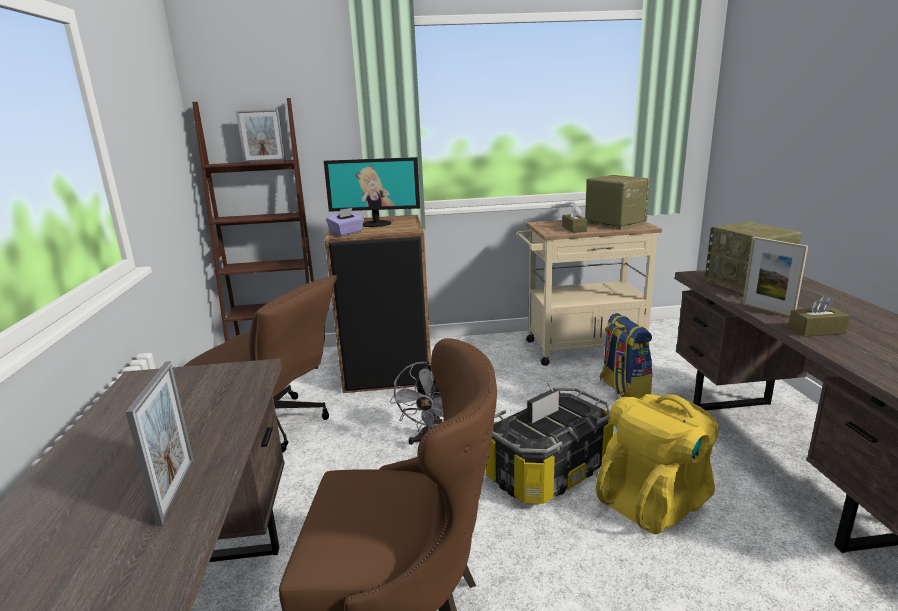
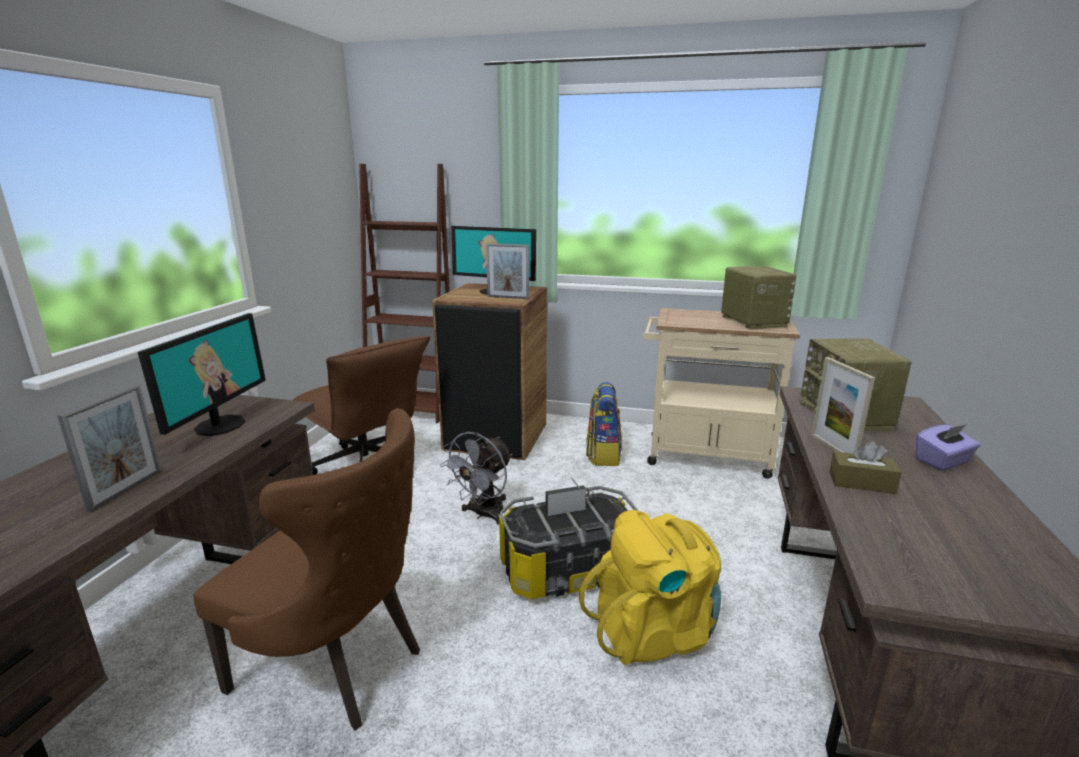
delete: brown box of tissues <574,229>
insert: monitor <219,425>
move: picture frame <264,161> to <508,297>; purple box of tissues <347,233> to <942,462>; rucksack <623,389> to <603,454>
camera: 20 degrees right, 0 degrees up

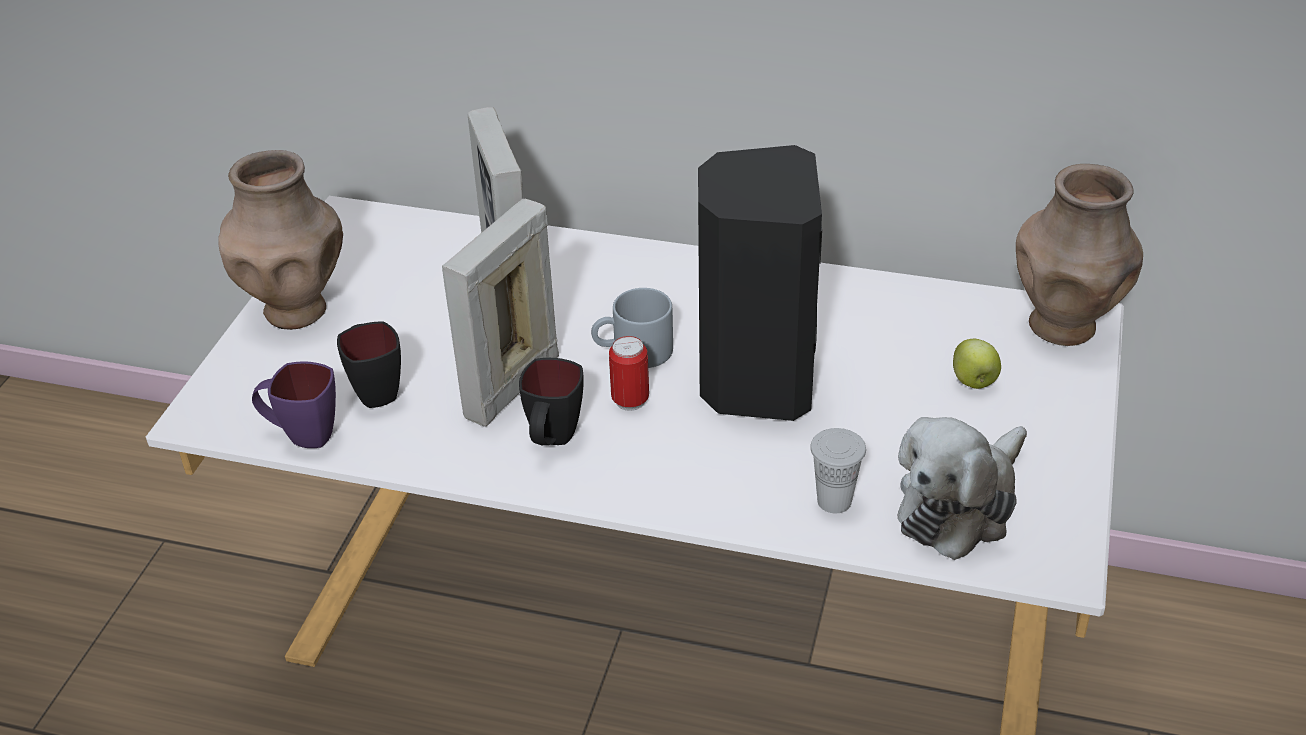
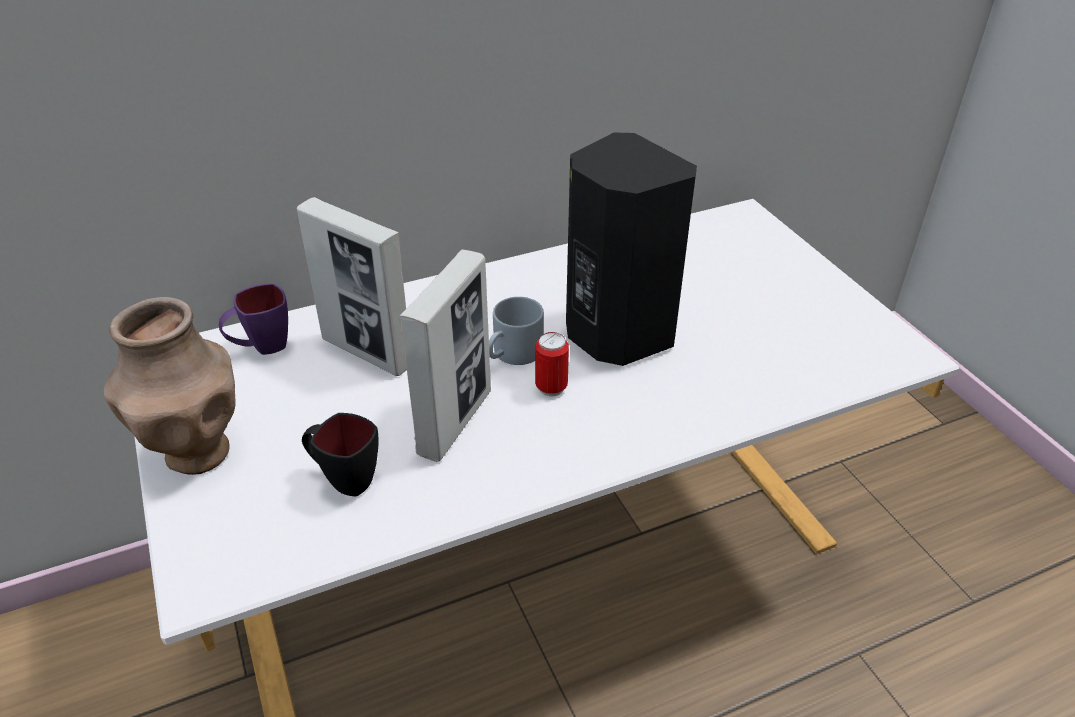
delete: brown vase <1064,326>; apple <974,382>; black-coloured mug <552,441>; plush toy <960,505>; whitish small cup <834,501>
move: purple mug <301,435> to <261,348>
rotate: picture frame <511,388> = <455,422> 150 degrees counterclockwise
camera: 40 degrees left, 0 degrees up

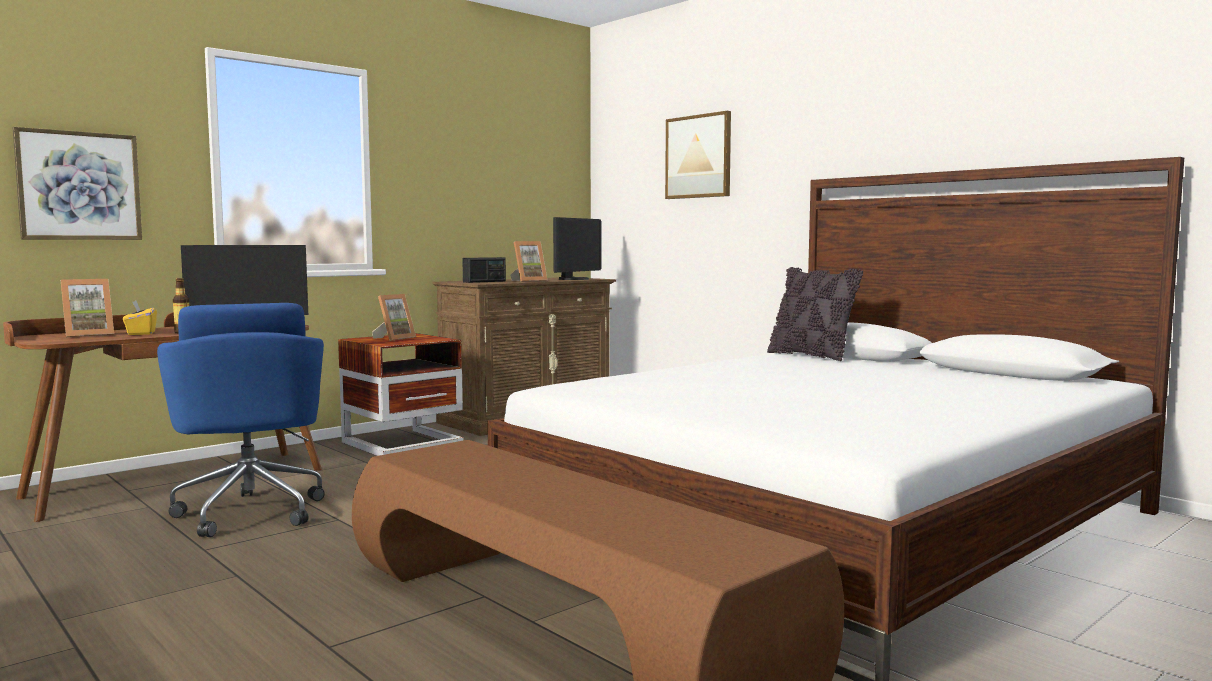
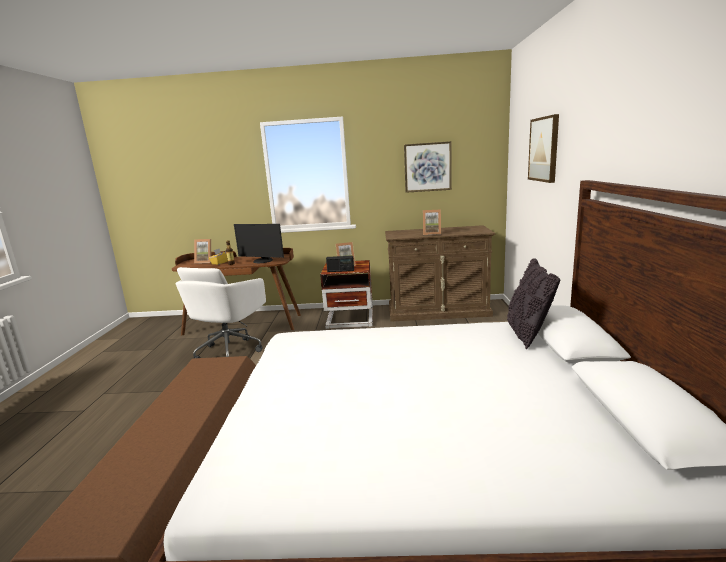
delete: monitor <575,279>
move: wall picture <79,186> to <427,167>; radio set <484,282> to <340,271>
recolor: blue-coloured computer chair <249,511> to whitish computer chair <231,351>
camera: 45 degrees right, 10 degrees up

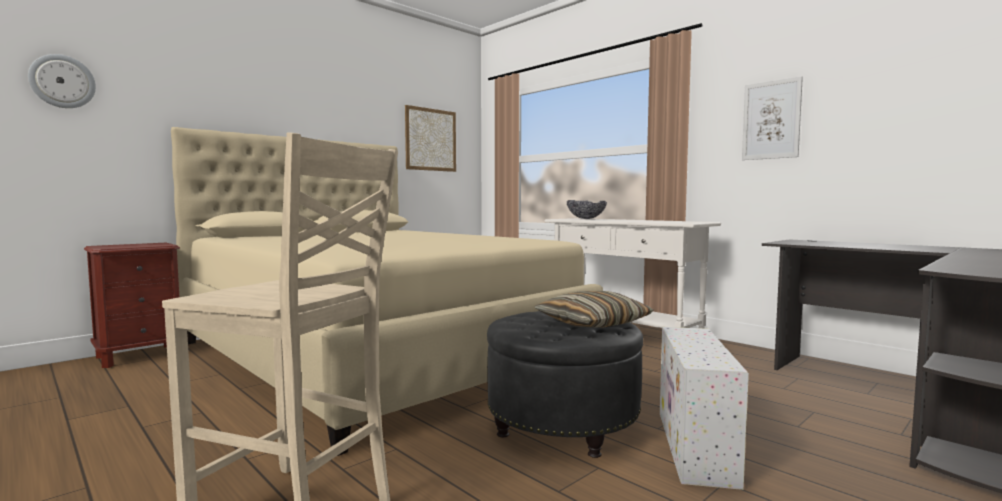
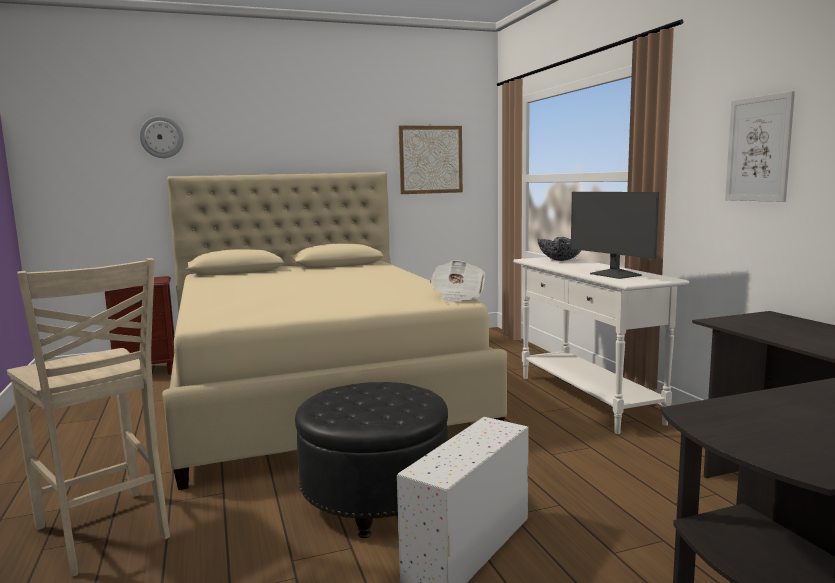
delete: cushion <592,323>
insert: monitor <614,275>; daily paper <457,297>
move: clock on the wall <62,81> to <161,137>
camera: 25 degrees right, 5 degrees up

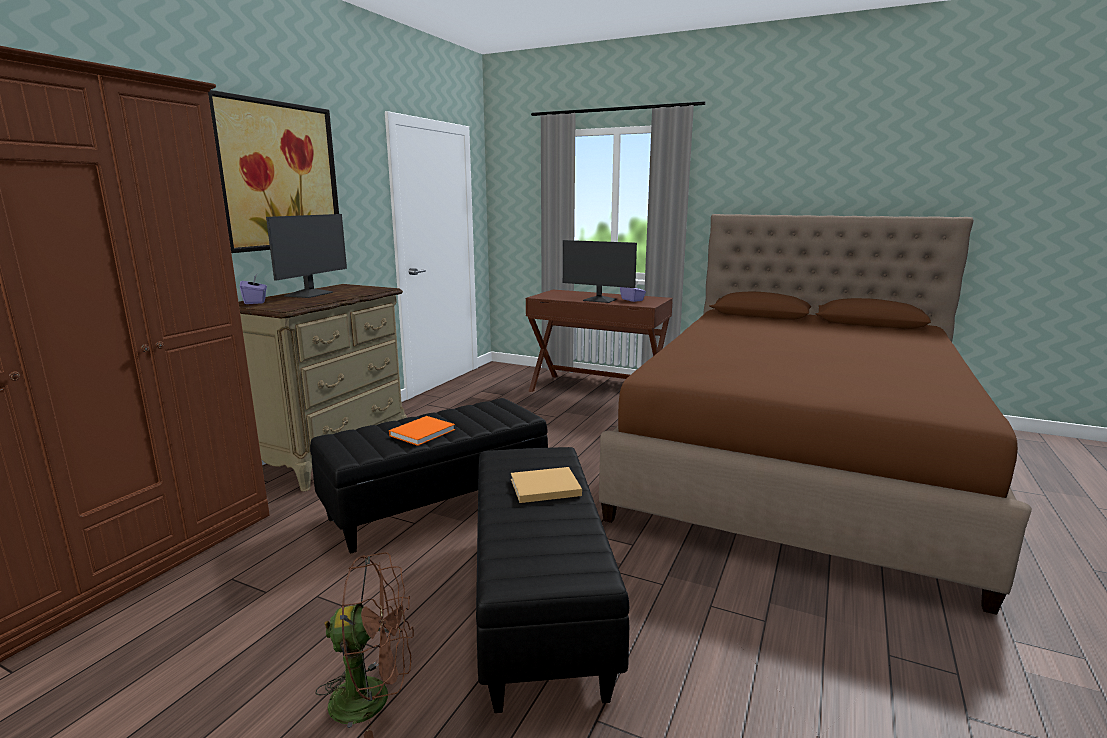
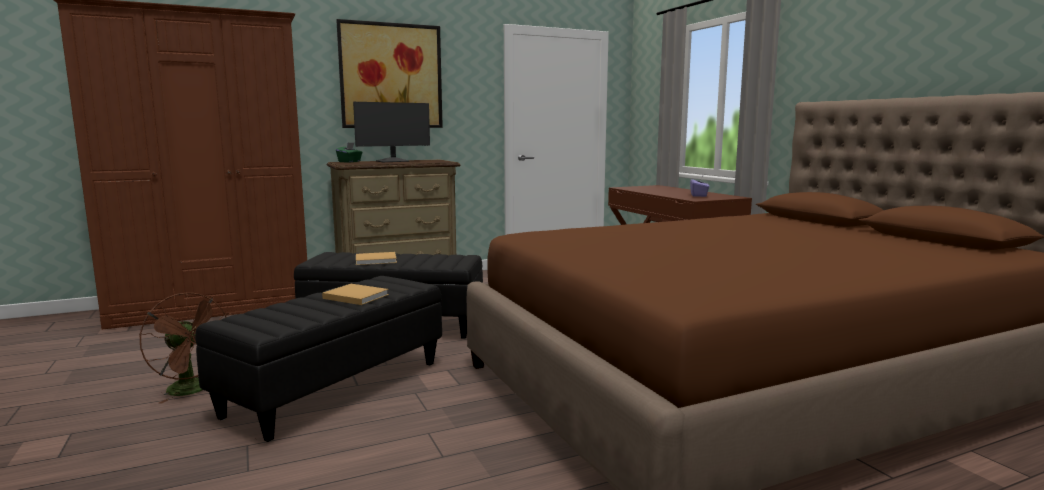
delete: monitor <599,300>
recolor: purple box of tissues <255,302> to green box of tissues <350,162>; orangey bound book <424,432> to beige-coloured bound book <377,260>
camera: 40 degrees right, 5 degrees down

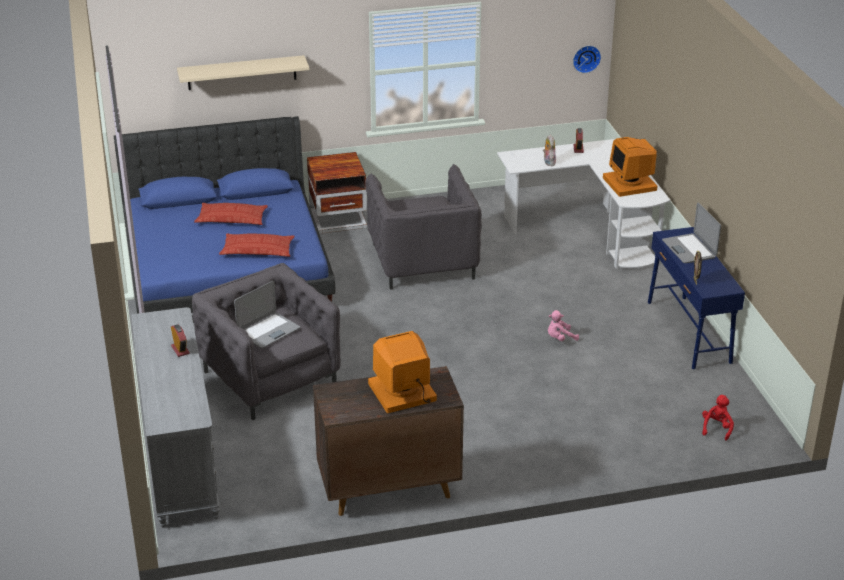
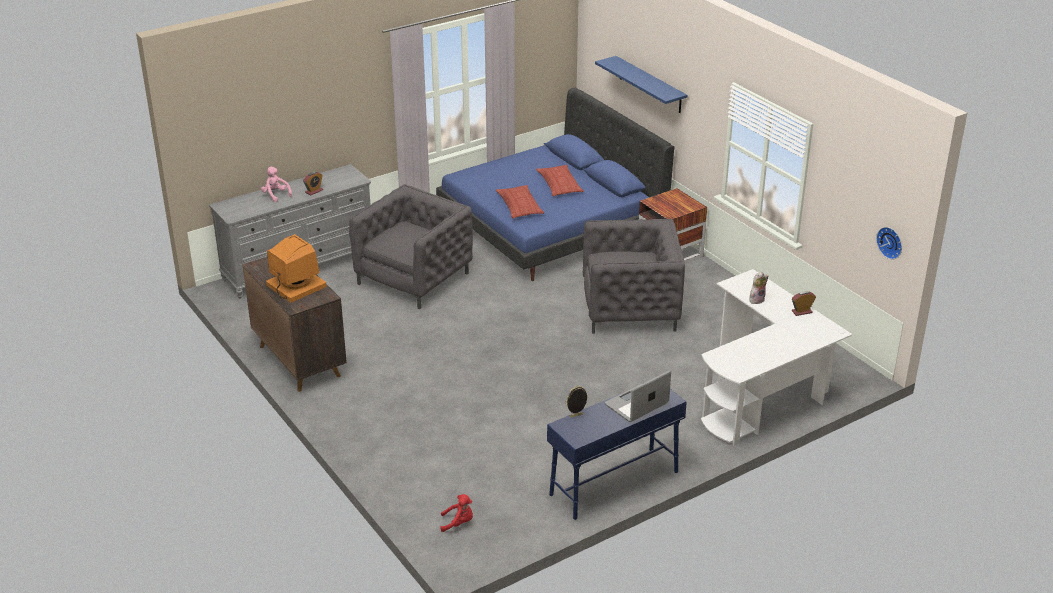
delete: monitor <630,184>; portable computer <268,331>
move: pink plush toy <560,338> to <276,195>
recolor: beige-coloured wall shelf <242,72> to blue-coloured wall shelf <650,85>
rotate: gray armchair <422,262> = <630,309> 150 degrees counterclockwise
camera: 70 degrees right, 0 degrees up

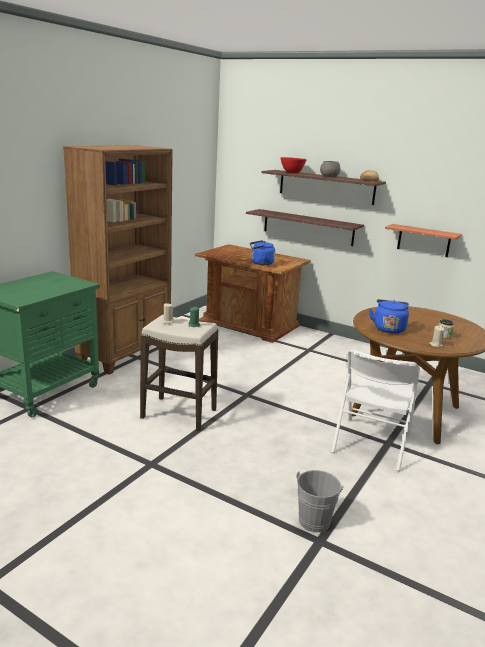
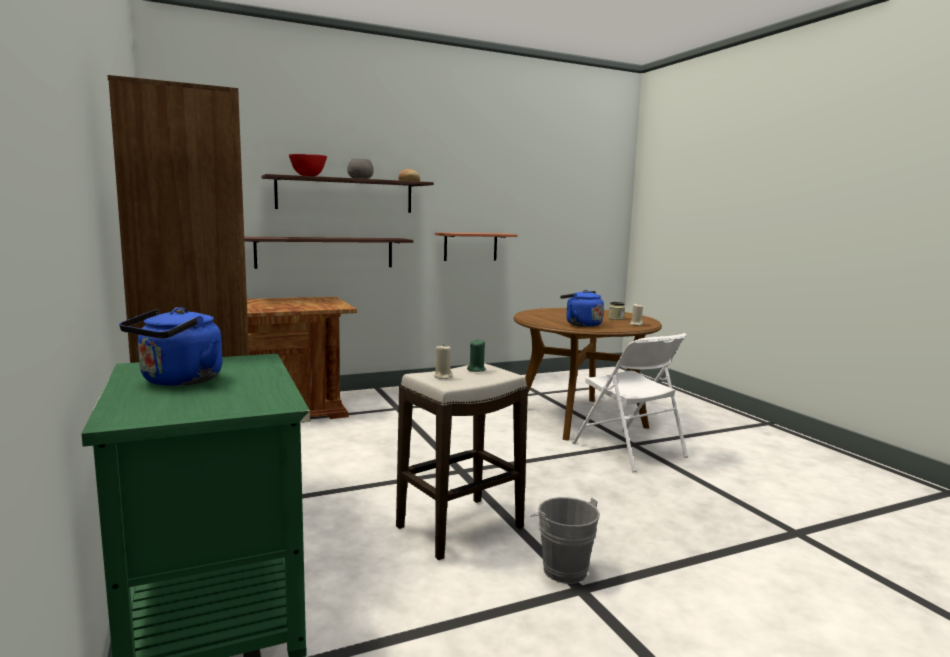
move: blue-coloured water kettle <260,263> to <178,381>; gray pail <315,519> to <562,568>
camera: 55 degrees left, 10 degrees down

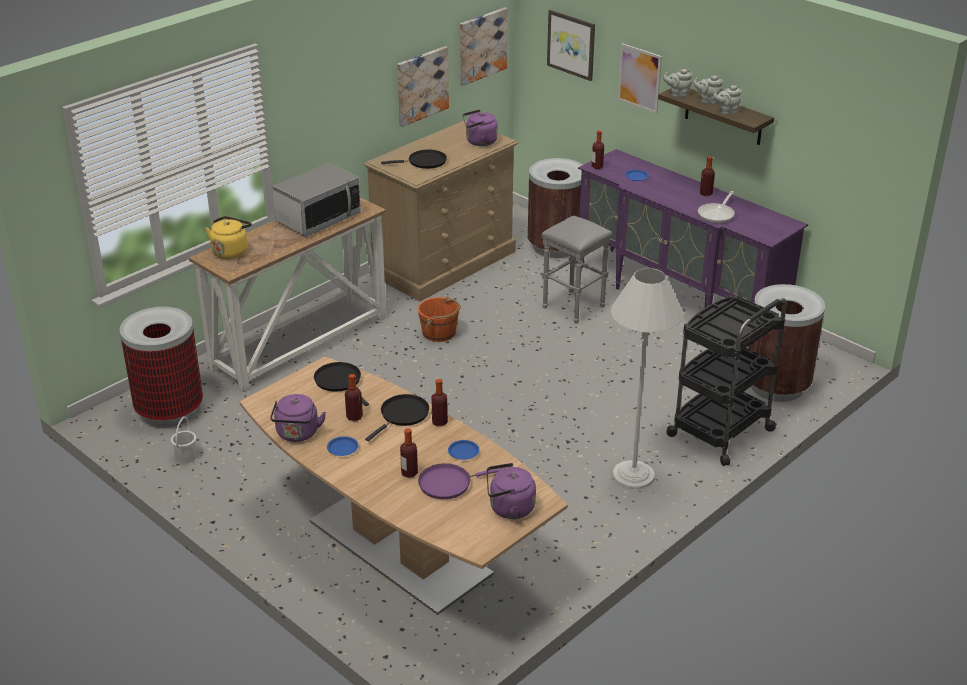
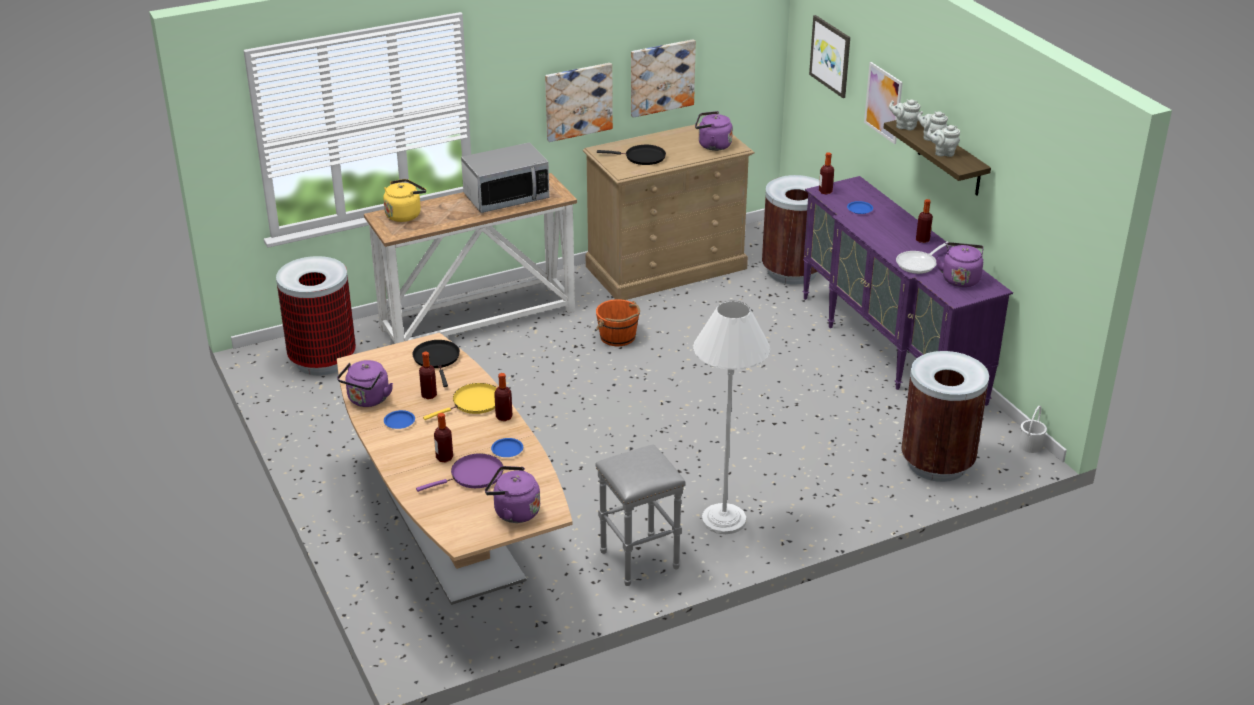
delete: black-coloured trolley <720,432>
insert: purple water kettle <960,278>
move: wall picture <482,45> to <578,101>; gray sitting stool <575,306> to <641,560>; whitish pail <185,456> to <1030,446>
recolor: black-coloured frying pan <402,415> to yellow-coloured frying pan <474,403>
rotate: purple frying pan <448,483> = <473,476> 150 degrees clockwise
camera: 20 degrees right, 0 degrees up

